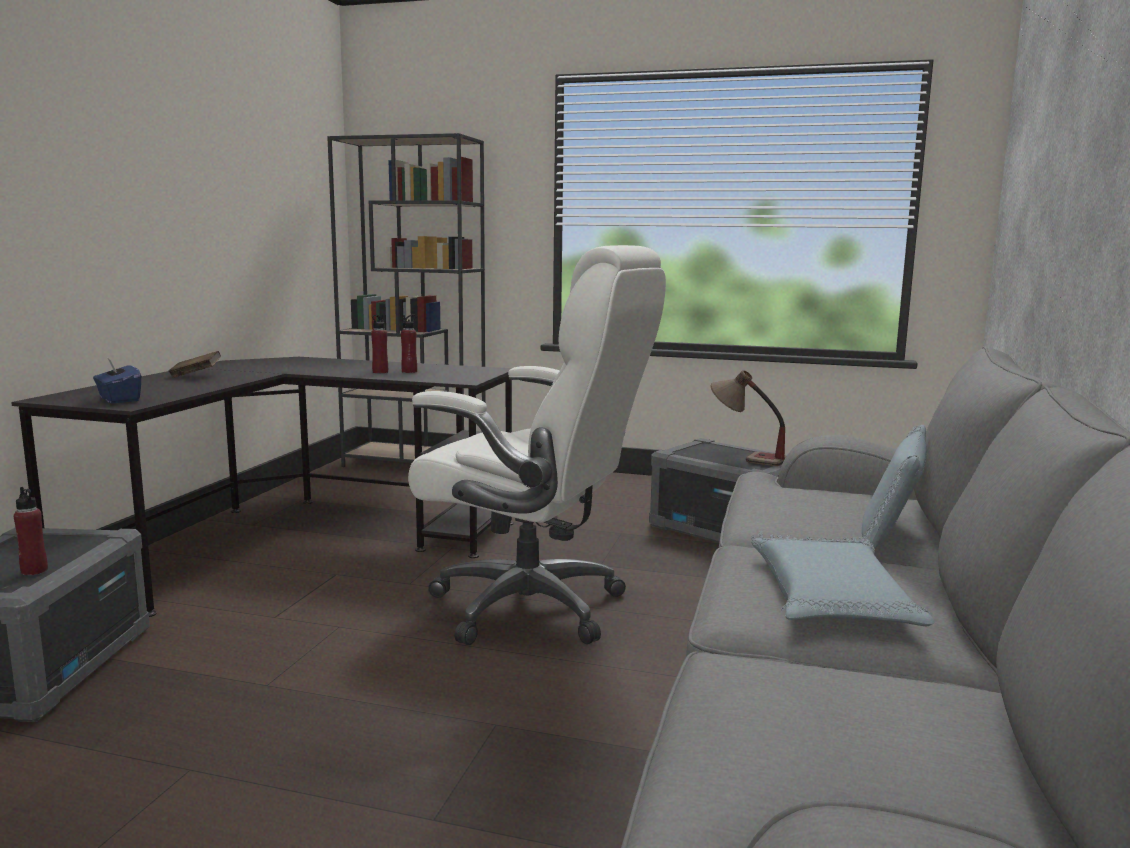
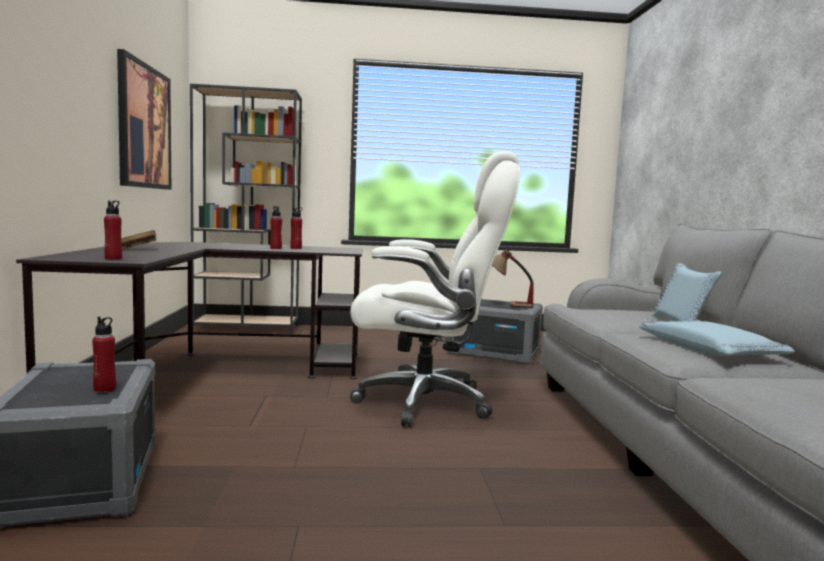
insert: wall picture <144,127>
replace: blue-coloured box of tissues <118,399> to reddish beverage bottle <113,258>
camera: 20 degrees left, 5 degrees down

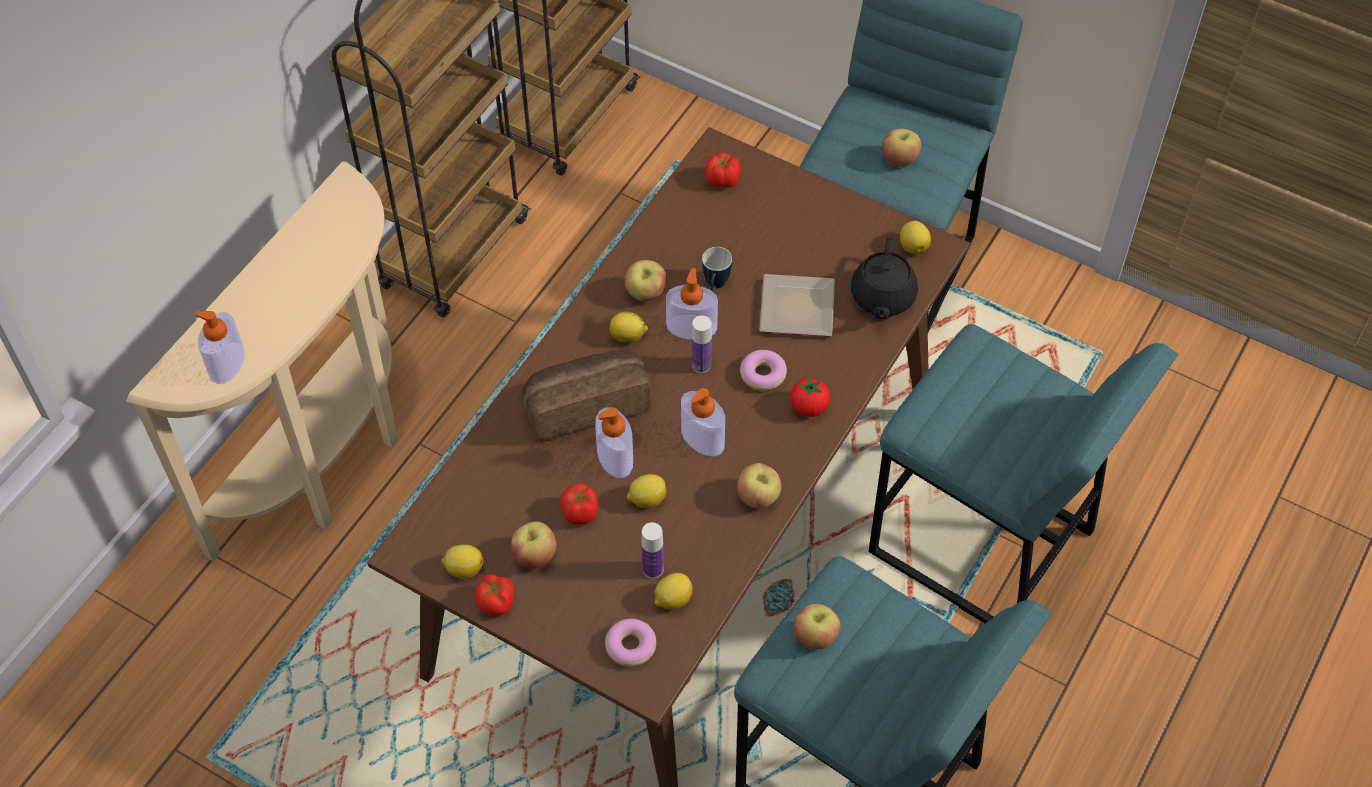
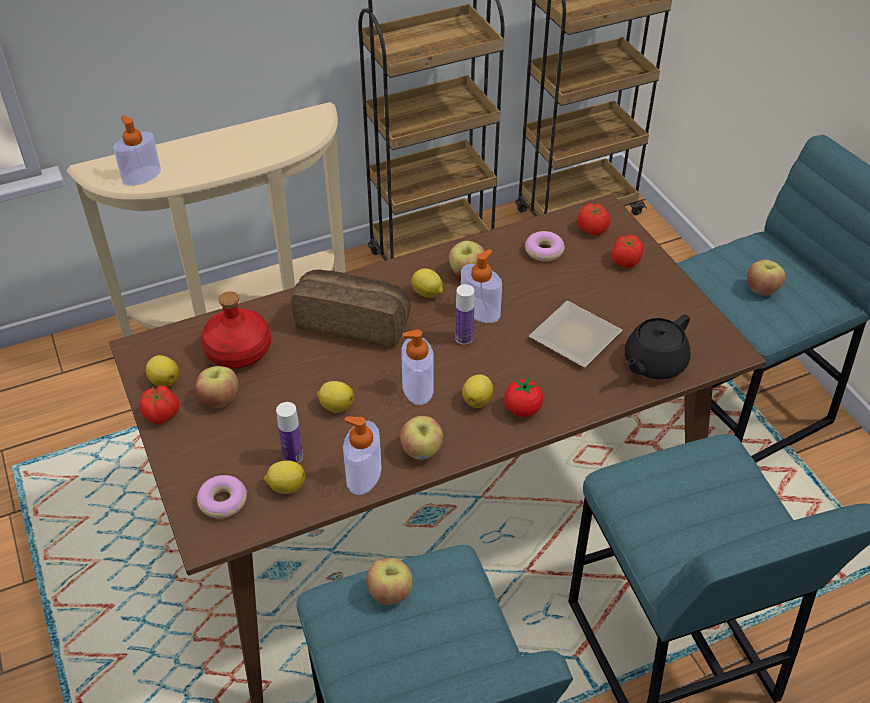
delete: mug <715,286>
insert: reddish beverage bottle <237,351>
move: whole lemon <913,246> to <478,400>; donut <762,374> to <544,251>; soap bottle <615,457> to <363,474>; tomato <579,513> to <625,261>
camera: 35 degrees right, 10 degrees down

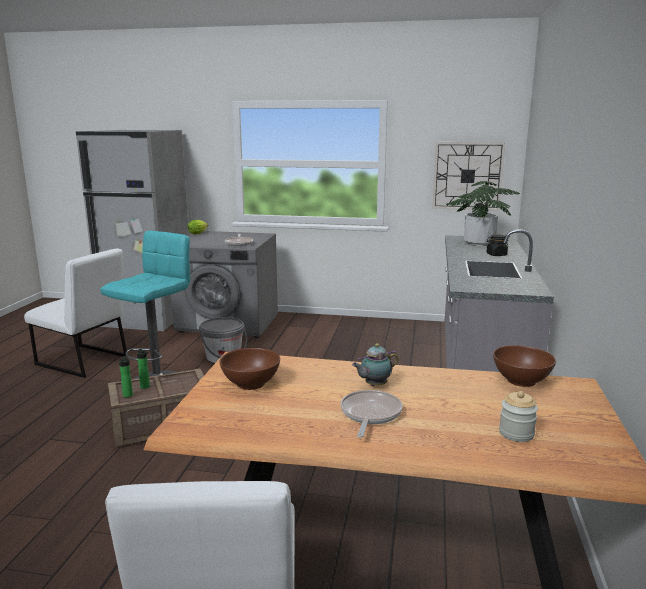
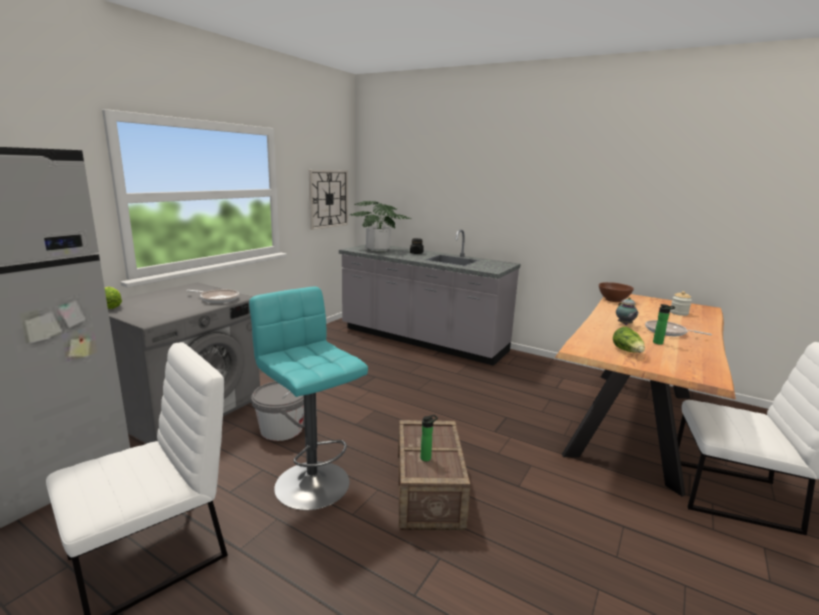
move: beverage bottle <127,396> to <659,343>
replace: brown deep dish <251,384> to lettuce <628,351>
camera: 70 degrees left, 0 degrees up

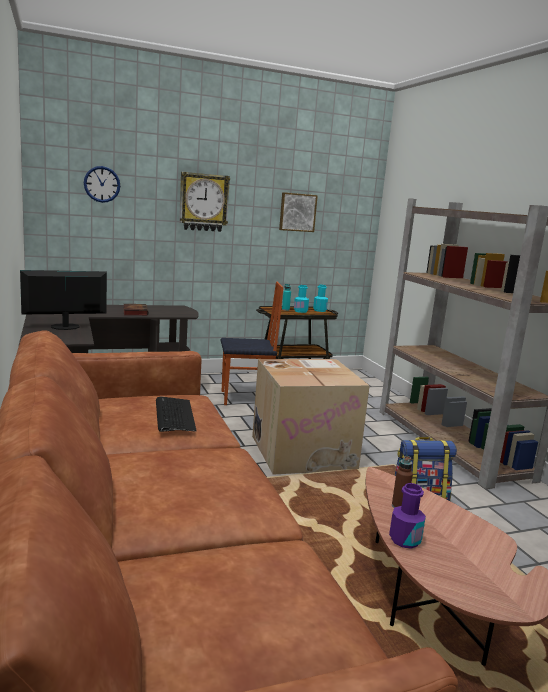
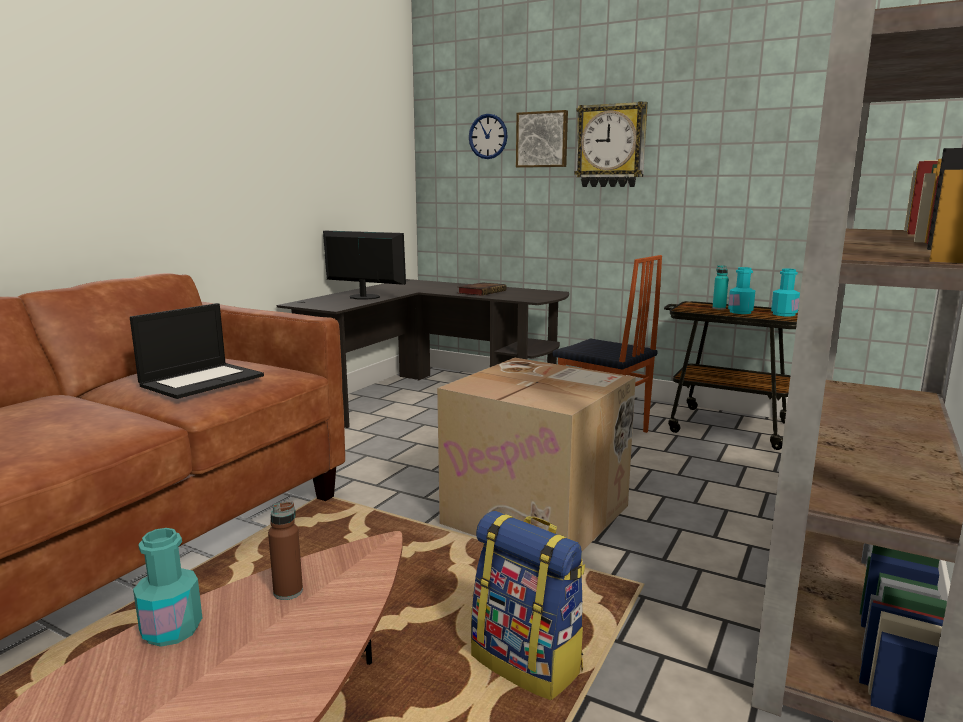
move: wall picture <297,212> to <542,139>
replace: computer keyboard <174,415> to portable computer <203,380>
recolor: purple beverage bottle <405,540> to turquoise beverage bottle <172,630>
camera: 50 degrees right, 0 degrees up

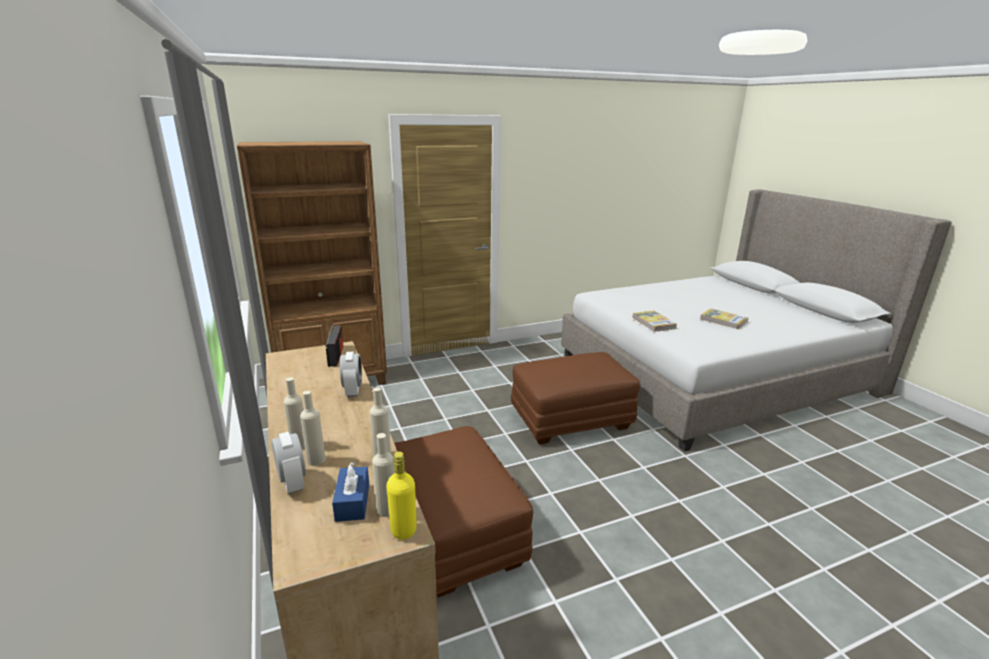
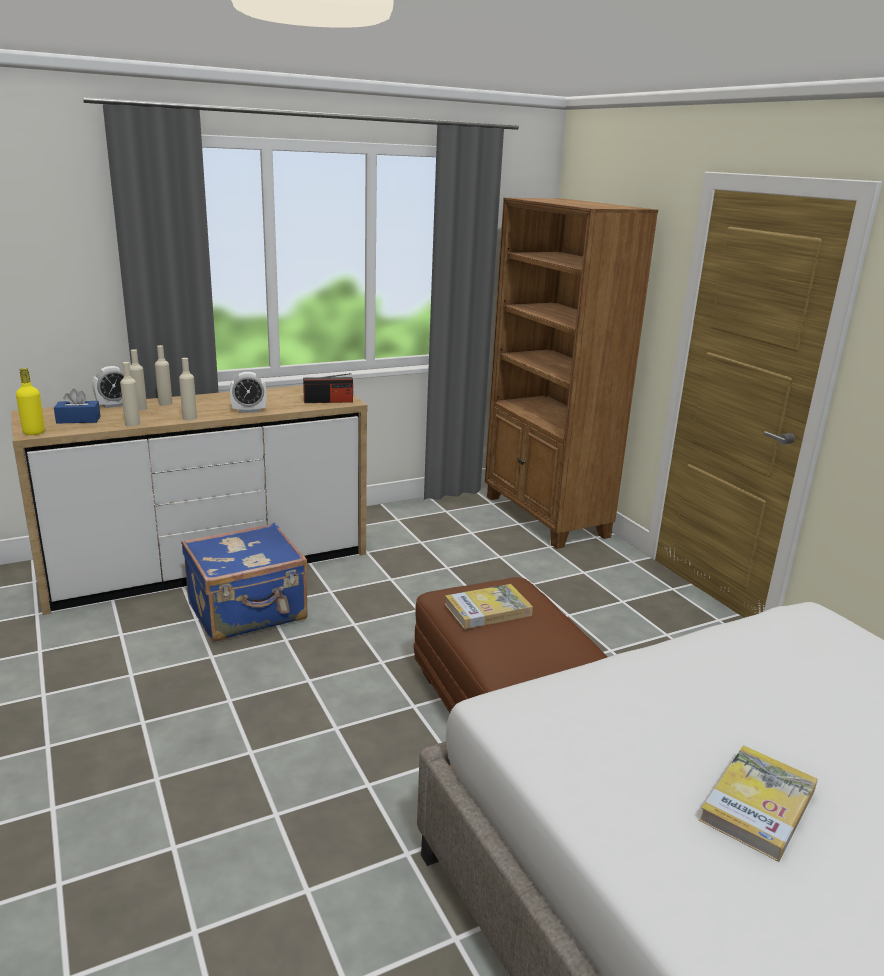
move: bound book <653,323> to <488,610>; beige-coloured beverage bottle <387,509> to <189,418>
replace: brown ottoman <454,533> to blue-coloured travel case <248,612>
camera: 85 degrees right, 0 degrees up

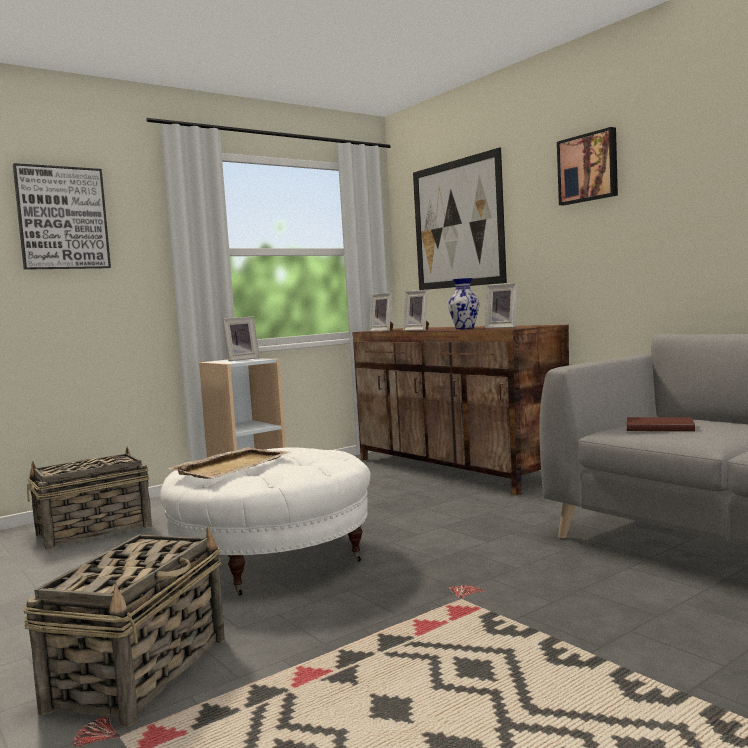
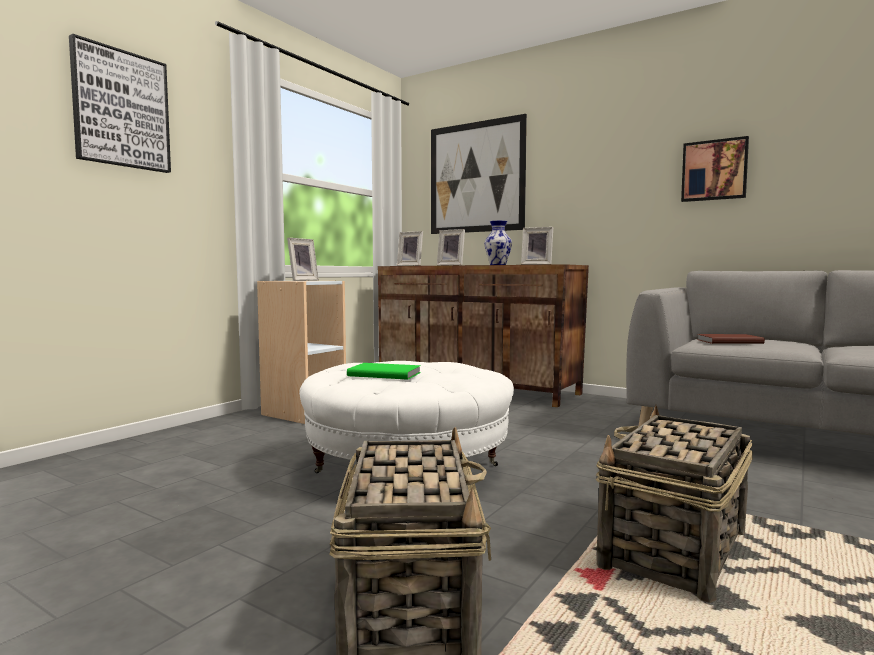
move: wall picture <588,168> to <714,170>; basket <92,531> to <673,549>
replace: beige-coloured serving tray <232,466> to green bound book <384,374>
camera: 20 degrees left, 0 degrees up

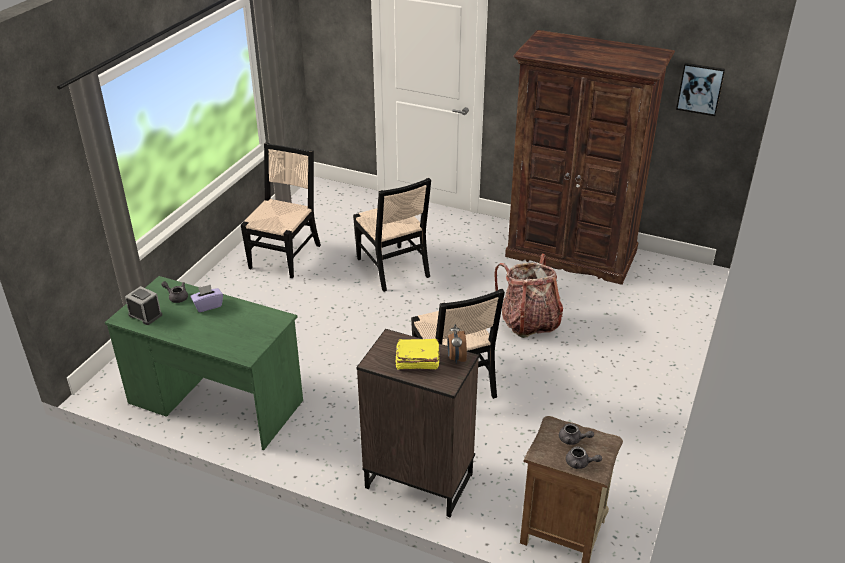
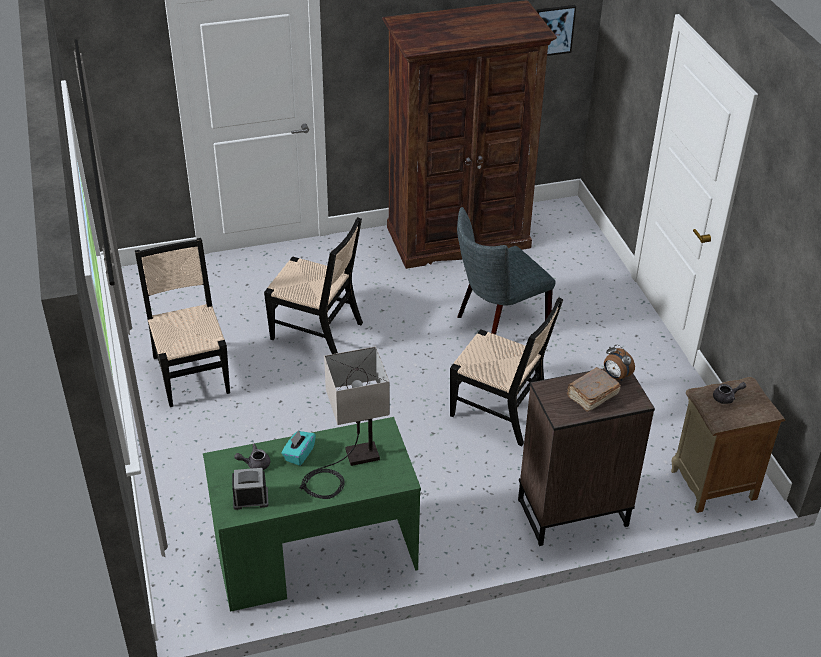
delete: gray teapot <580,463>
insert: table lamp <344,466>
replace: rucksack <529,322> to gray upright chair <497,323>
recolor: purple box of tissues <208,305> to turquoise box of tissues <299,454>; yellow-coloured bound book <417,361> to brown bound book <591,396>
camera: 40 degrees left, 5 degrees up

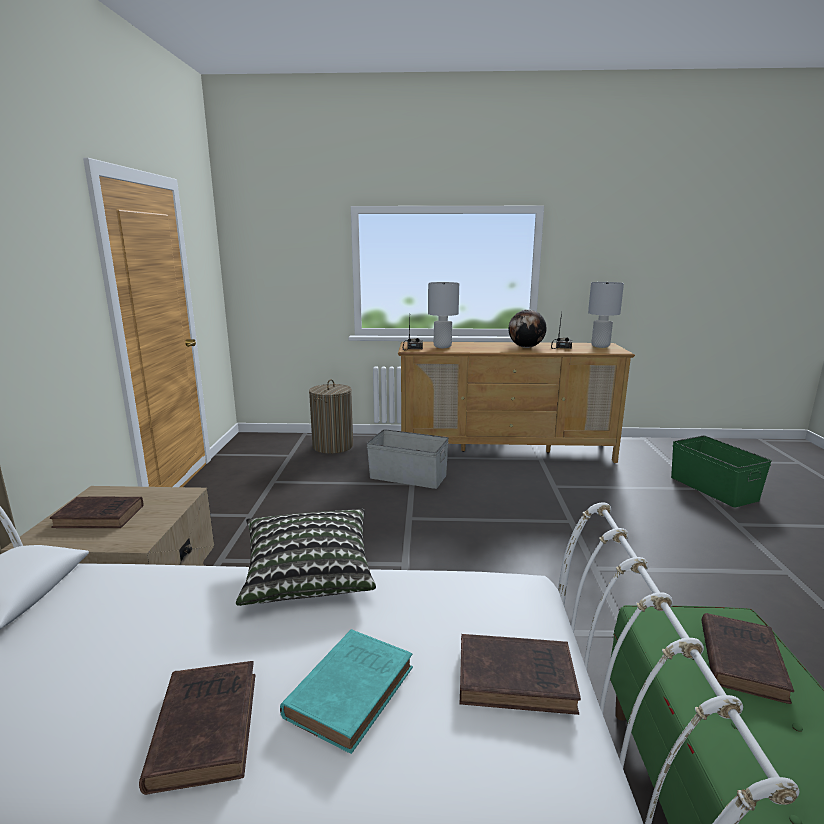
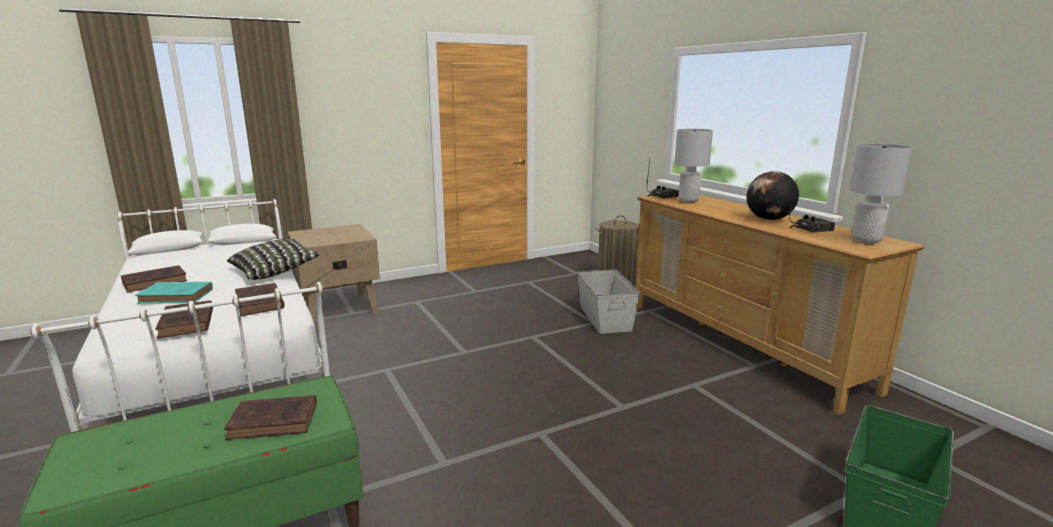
move: brown bound book <101,516> to <260,303>
camera: 60 degrees right, 0 degrees up

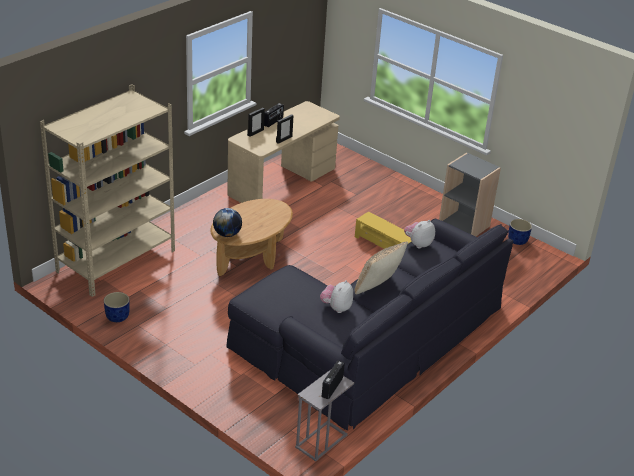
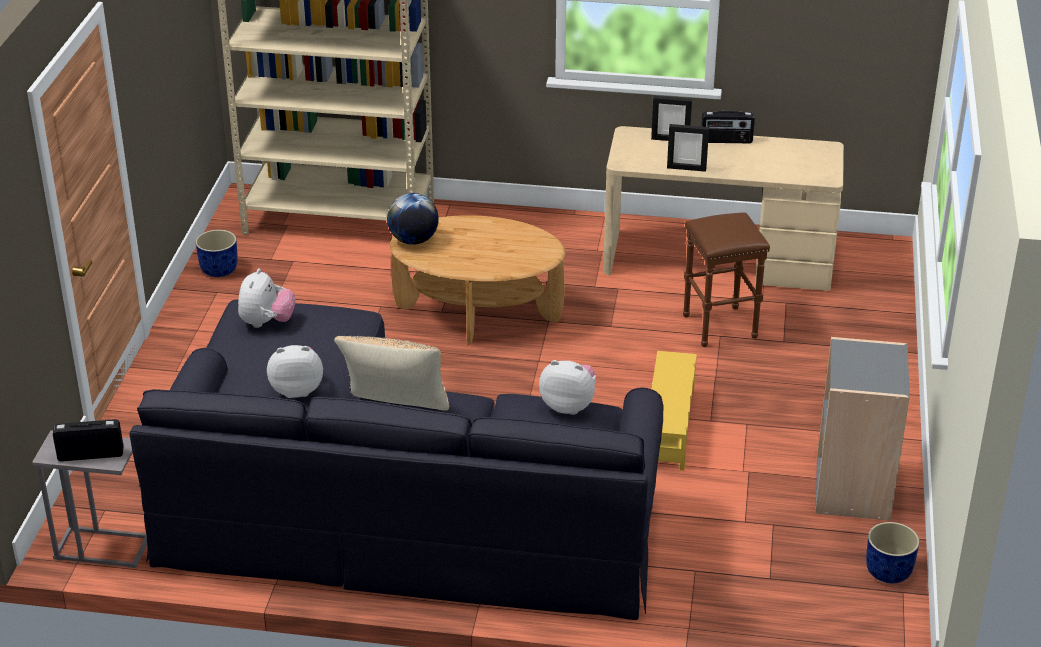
insert: brown sitting stool <719,327>; plush toy <267,322>
camera: 60 degrees right, 0 degrees up

